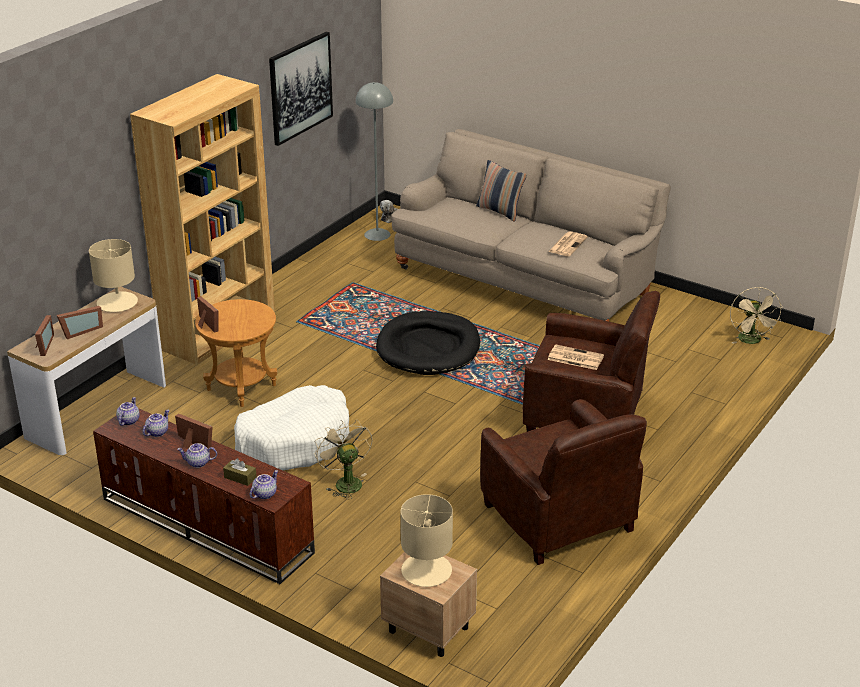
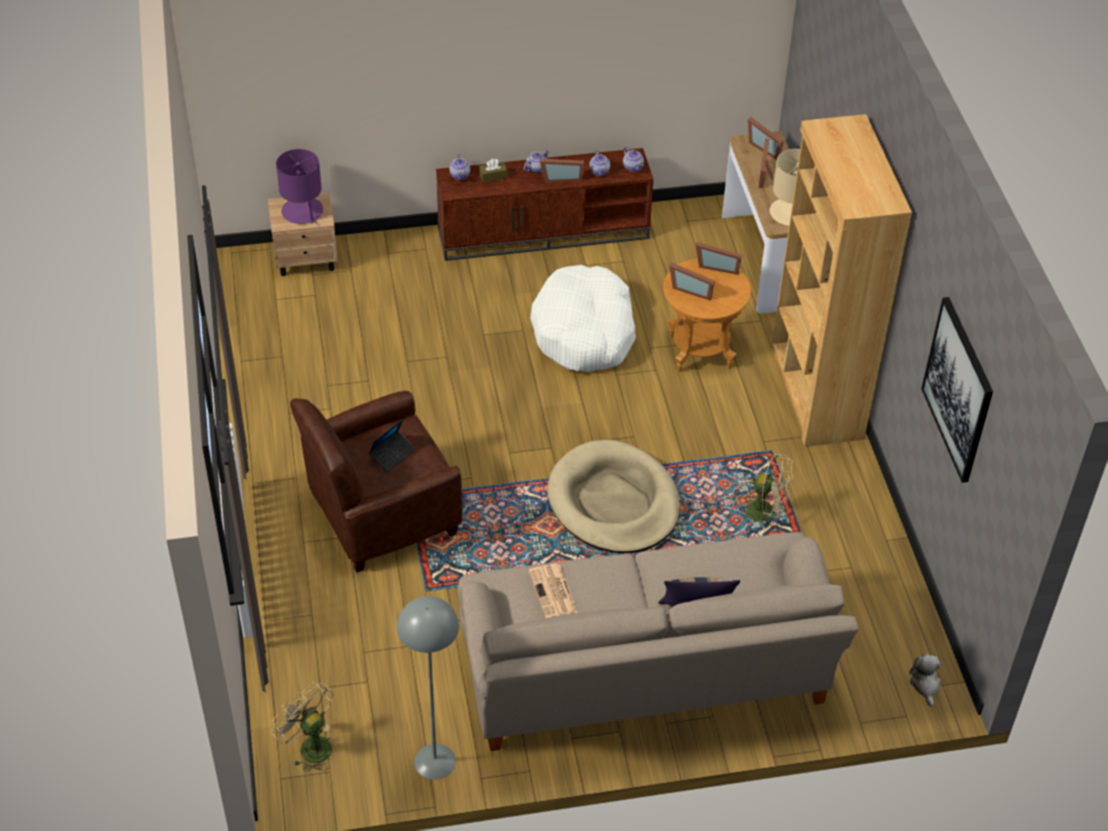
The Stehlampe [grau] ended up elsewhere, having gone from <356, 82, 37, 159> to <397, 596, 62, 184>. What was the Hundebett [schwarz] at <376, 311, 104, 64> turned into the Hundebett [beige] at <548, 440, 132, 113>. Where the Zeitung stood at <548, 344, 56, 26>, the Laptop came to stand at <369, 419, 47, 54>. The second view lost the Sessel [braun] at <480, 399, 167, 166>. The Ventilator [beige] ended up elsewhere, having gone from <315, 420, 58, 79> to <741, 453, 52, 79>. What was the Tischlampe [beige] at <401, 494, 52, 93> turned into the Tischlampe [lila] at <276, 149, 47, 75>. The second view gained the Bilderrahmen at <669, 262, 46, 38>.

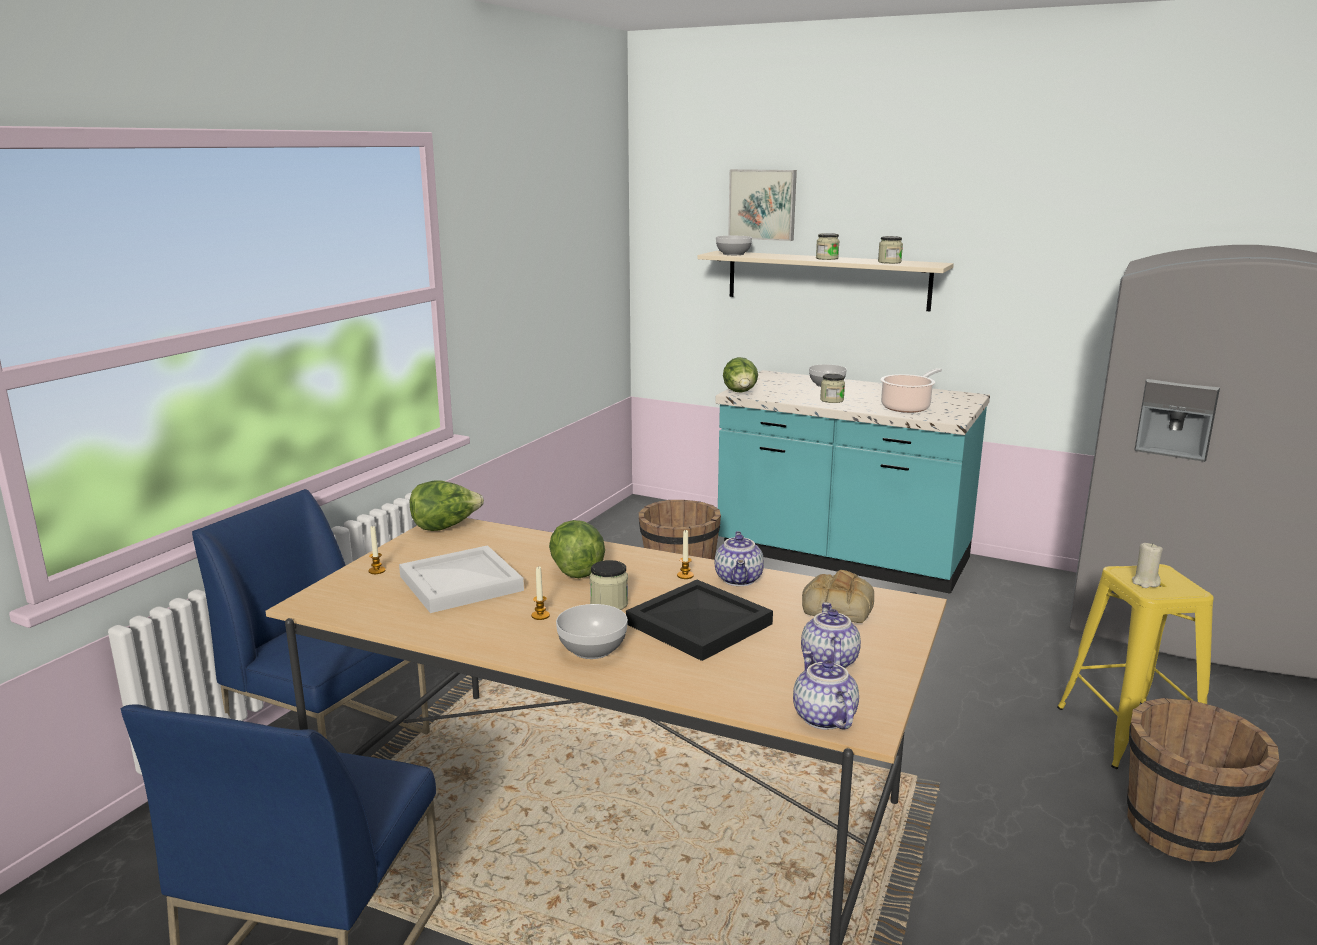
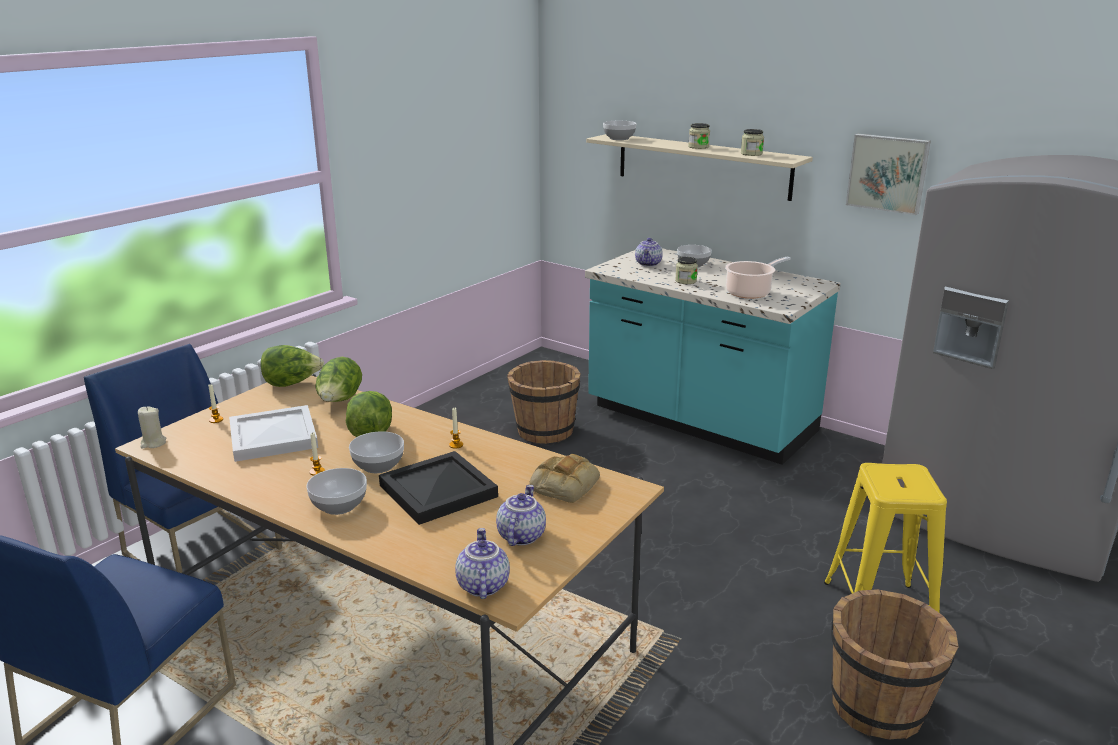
The Bild ended up elsewhere, having gone from <728, 169, 69, 72> to <846, 134, 85, 81>. The Salatkopf ended up elsewhere, having gone from <723, 357, 35, 36> to <315, 357, 47, 45>. The Teekanne ended up elsewhere, having gone from <715, 531, 49, 55> to <635, 238, 28, 29>. The Kerze [beige] ended up elsewhere, having gone from <1132, 542, 31, 46> to <138, 407, 28, 42>. Where the Vorratsglas stood at <589, 560, 39, 50>, the Schüssel came to stand at <349, 431, 55, 42>.

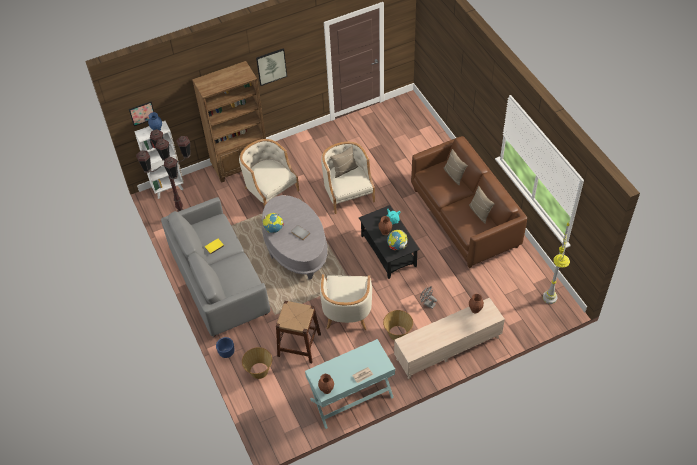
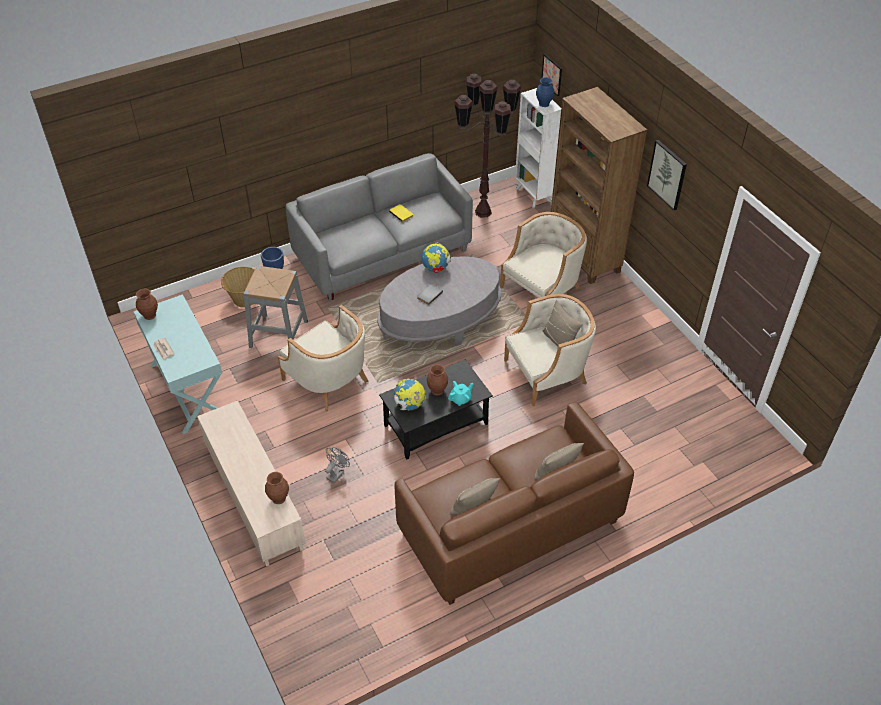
The second view lost the Stehlampe [grau] at <543, 222, 27, 82>. The Sessel [beige] at <320, 274, 52, 56> ended up facing another way, 135 degrees counterclockwise from before. What was the Hocker [braun] at <276, 301, 45, 62> turned into the Hocker [grau] at <243, 266, 65, 82>. The second view lost the Korb at <383, 310, 30, 30>.

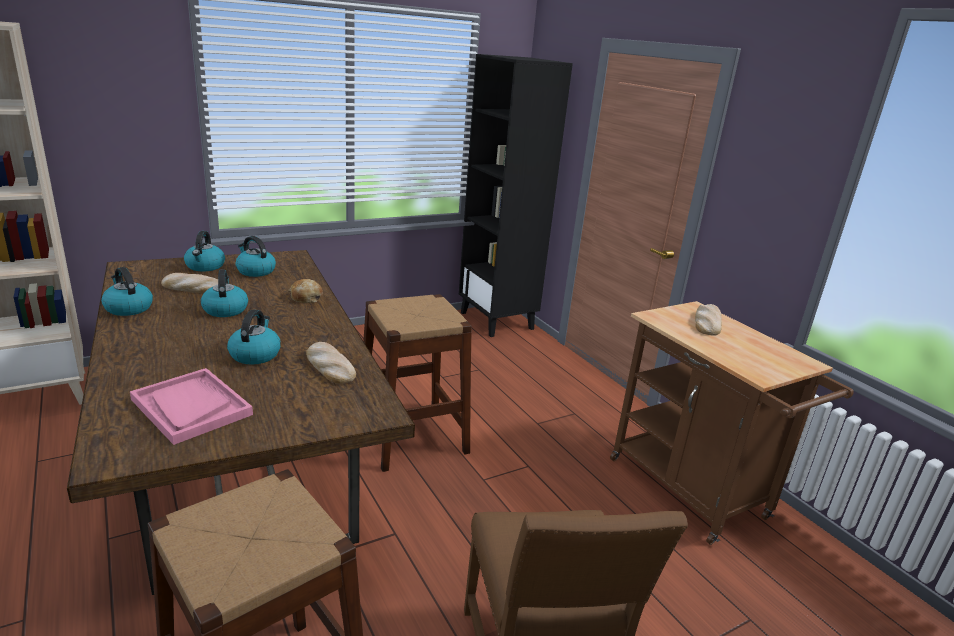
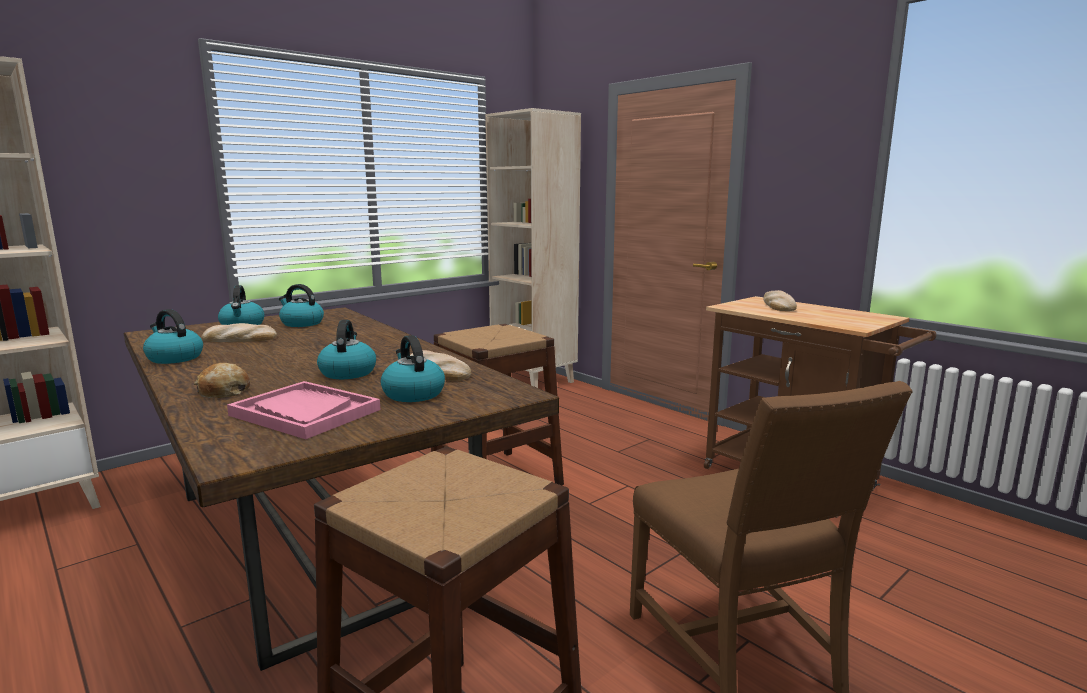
What was the Bücherregal [schwarz] at <459, 54, 114, 283> turned into the Bücherregal [beige] at <485, 108, 96, 280>. The Wasserkessel ended up elsewhere, having gone from <201, 270, 47, 47> to <381, 335, 64, 67>. The Brot ended up elsewhere, having gone from <289, 279, 34, 24> to <194, 363, 56, 35>.

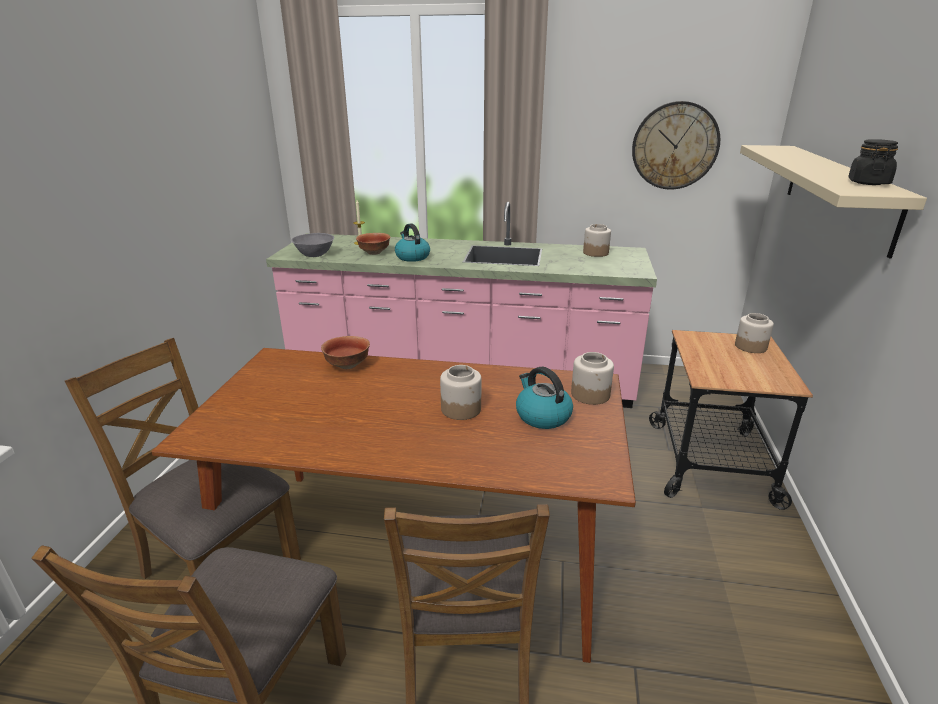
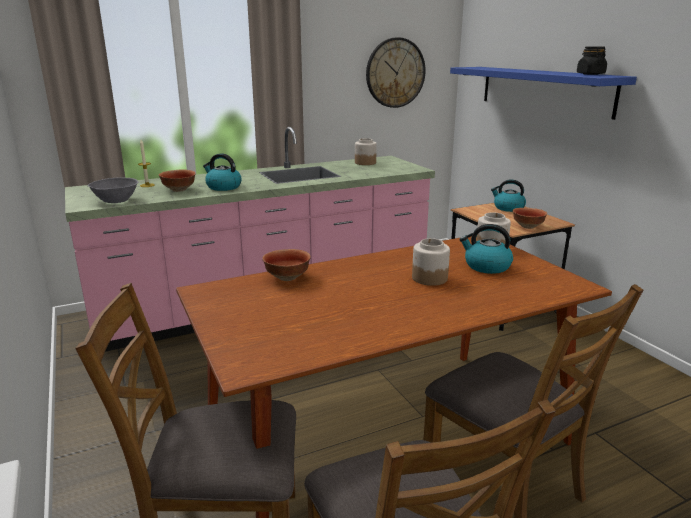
What was the Wandregal [beige] at <740, 145, 187, 113> turned into the Wandregal [blau] at <450, 67, 187, 53>. Where the Vorratsglas stood at <735, 313, 39, 40>, the Wasserkessel came to stand at <491, 179, 35, 33>. The second view gained the Schüssel at <513, 208, 34, 21>.

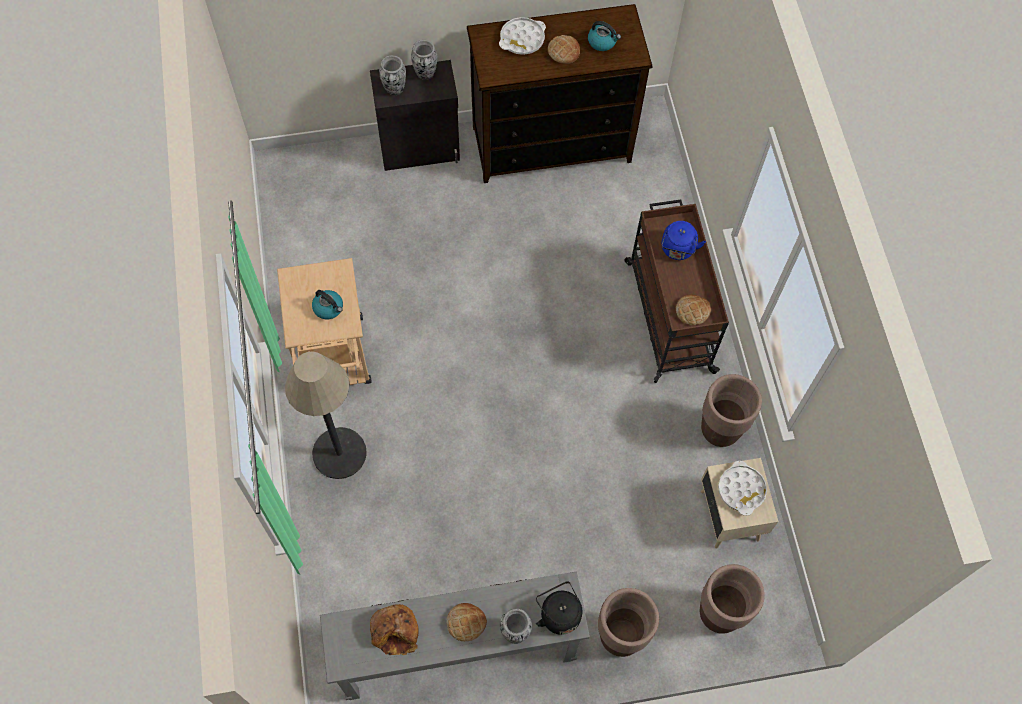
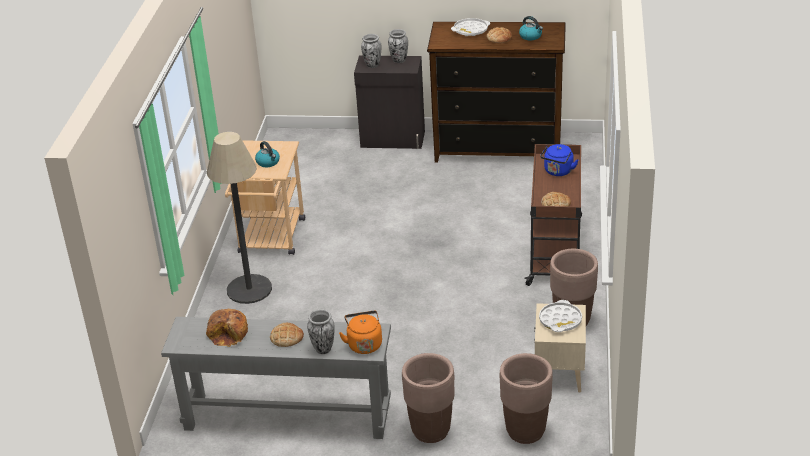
What was the Wasserkessel [schwarz] at <536, 581, 47, 54> turned into the Wasserkessel [orange] at <339, 311, 43, 43>.

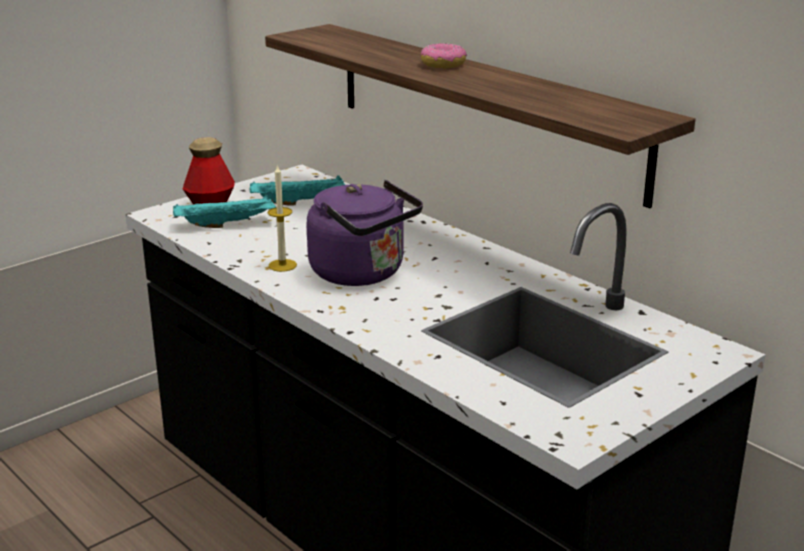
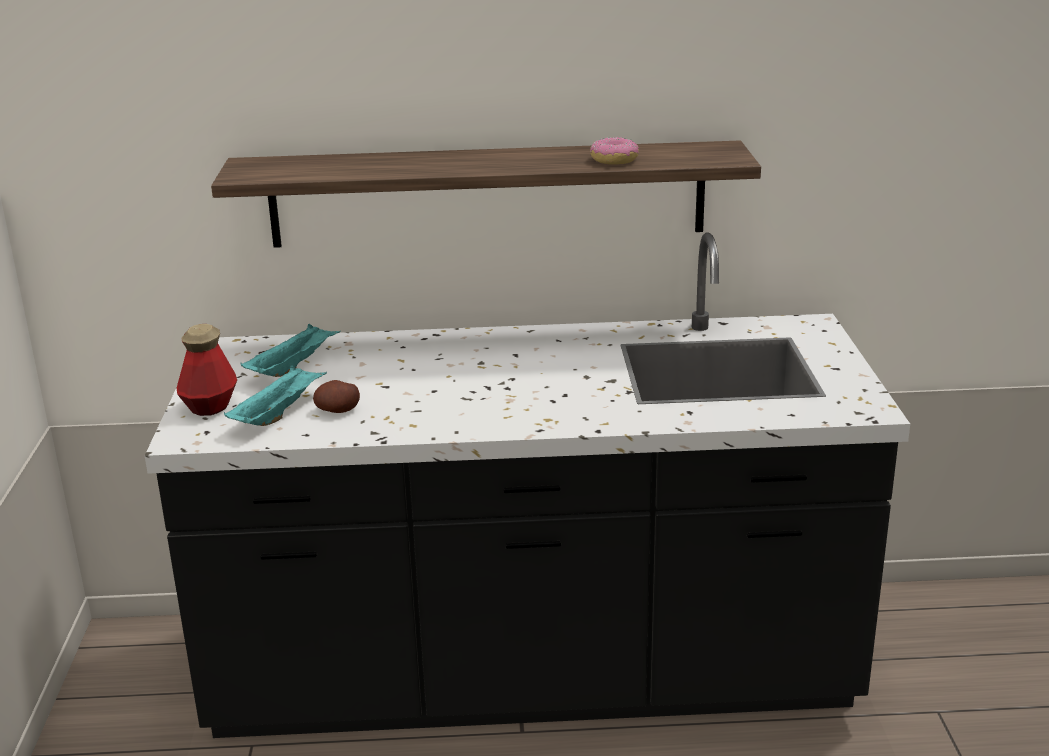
The Donut ended up elsewhere, having gone from <421, 43, 46, 25> to <590, 137, 49, 28>. The second view lost the Kerze at <268, 164, 29, 108>. The second view lost the Wasserkessel [lila] at <306, 180, 117, 106>. The second view gained the Kartoffel at <313, 380, 47, 33>.

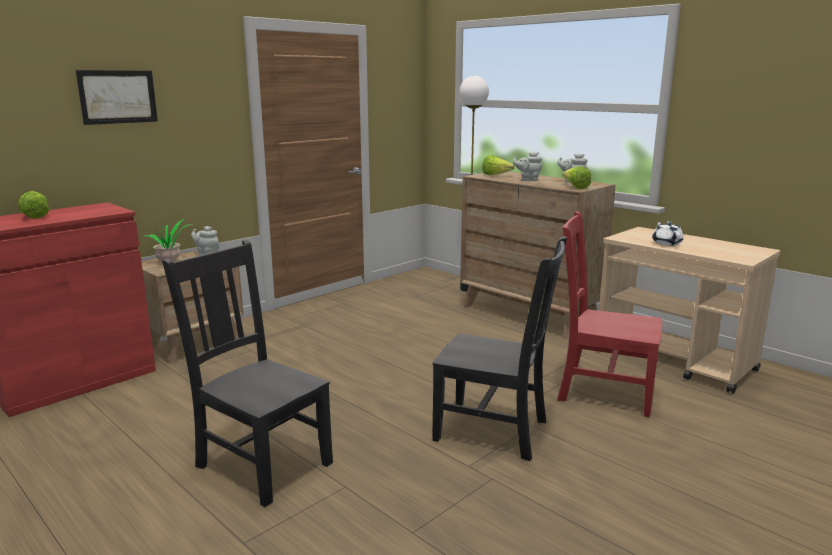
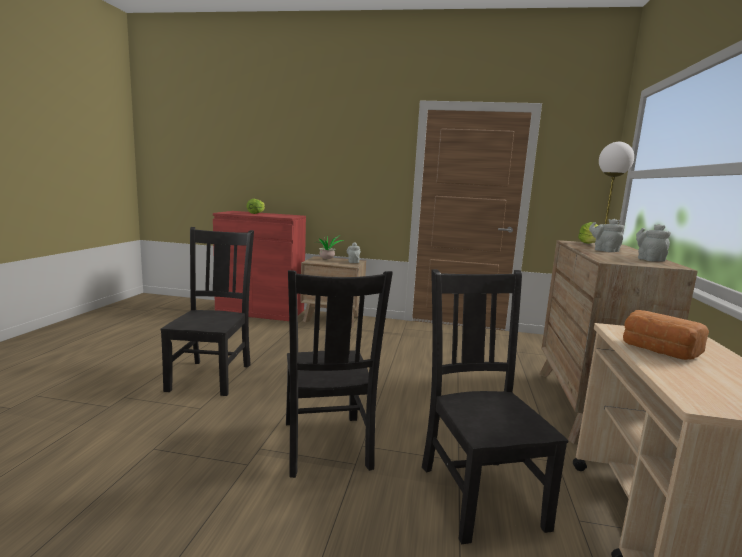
The second view lost the Bild at <76, 70, 82, 55>. The second view lost the Salatkopf at <562, 166, 29, 23>. What was the Stuhl [rot] at <557, 211, 105, 207> turned into the Stuhl [schwarz] at <422, 269, 146, 275>. Where the Teekanne [weiß] stood at <652, 221, 31, 25>, the Brot came to stand at <623, 310, 86, 50>.

